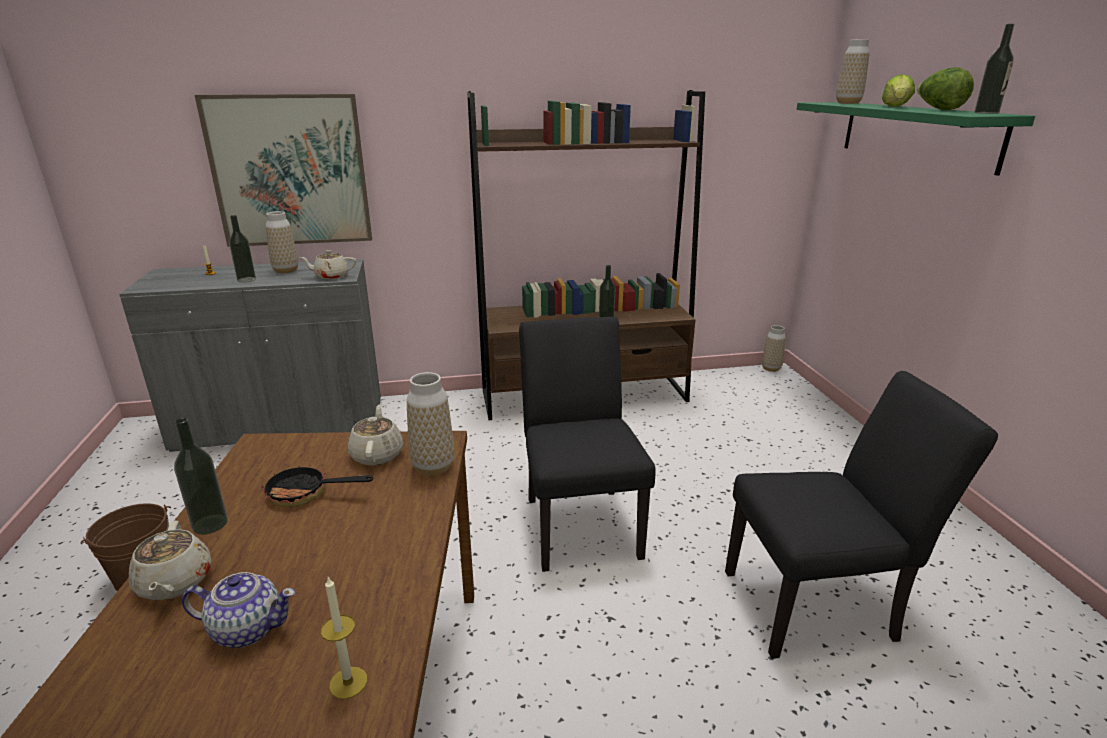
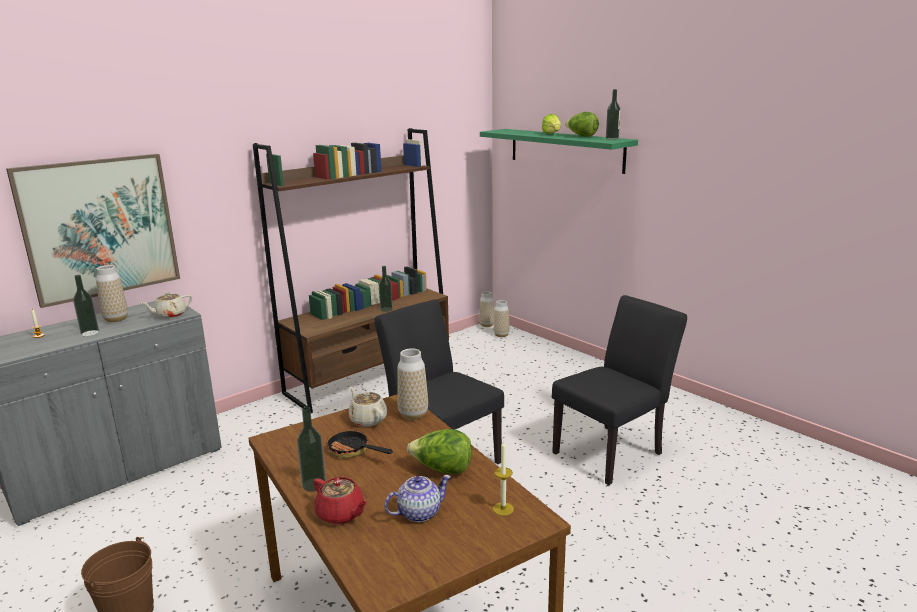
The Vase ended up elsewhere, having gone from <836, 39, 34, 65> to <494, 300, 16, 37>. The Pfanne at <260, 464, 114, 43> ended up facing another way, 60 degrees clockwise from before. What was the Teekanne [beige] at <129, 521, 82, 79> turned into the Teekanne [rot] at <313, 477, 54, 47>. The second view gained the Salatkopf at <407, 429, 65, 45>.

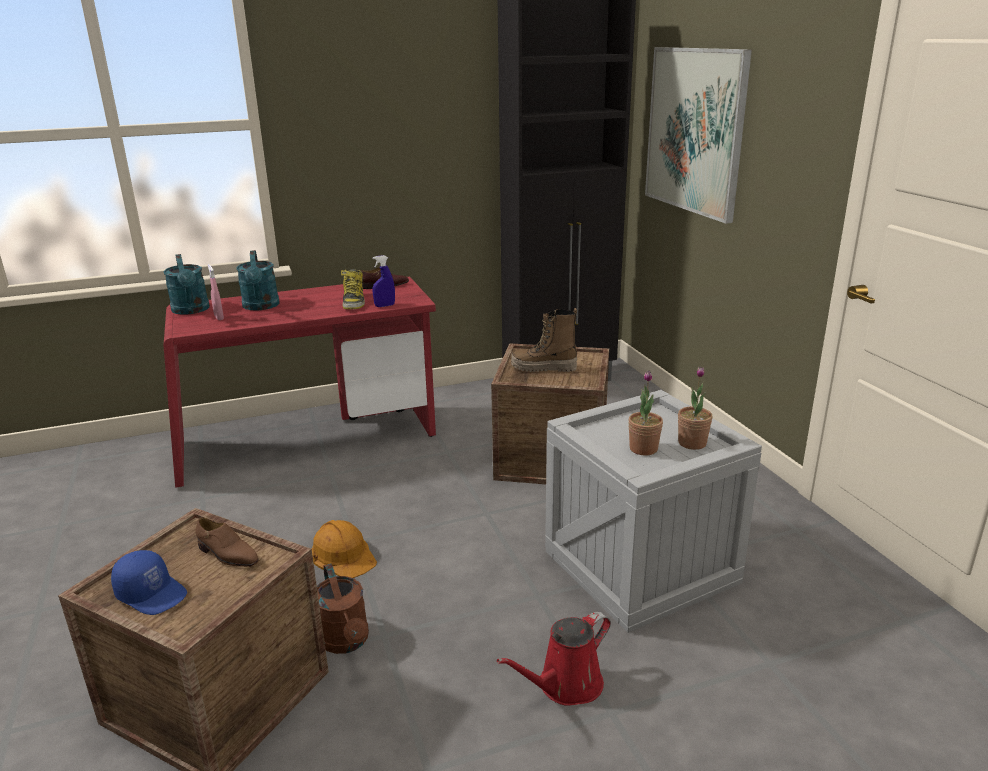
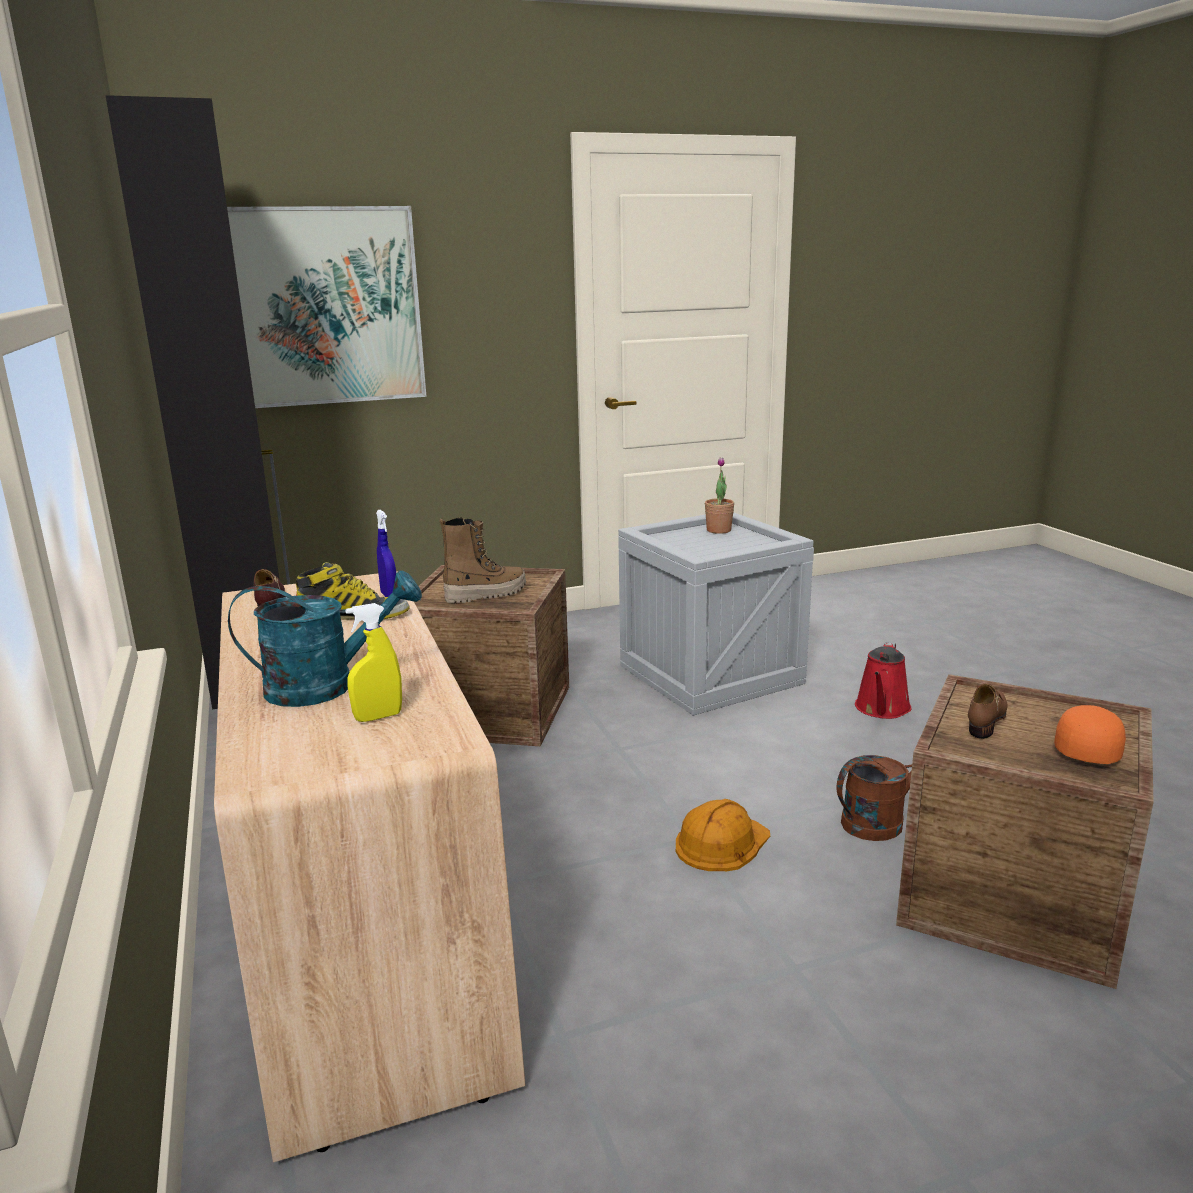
The second view lost the Gießkanne [türkis] at <163, 254, 47, 61>. What was the Sprühflasche [rosa] at <208, 264, 16, 56> turned into the Sprühflasche [gelb] at <345, 603, 57, 119>. What was the Schreibtisch [rot] at <163, 277, 273, 211> turned into the Schreibtisch [beige] at <214, 571, 311, 591>. The Stiefel at <511, 308, 66, 64> ended up facing another way, 120 degrees counterclockwise from before. The second view lost the Topfpflanze at <628, 371, 35, 85>. What was the Kappe [blau] at <111, 550, 76, 65> turned into the Kappe [orange] at <1054, 705, 72, 59>. The Gießkanne [rot] at <497, 612, 114, 94> ended up facing another way, 60 degrees clockwise from before.

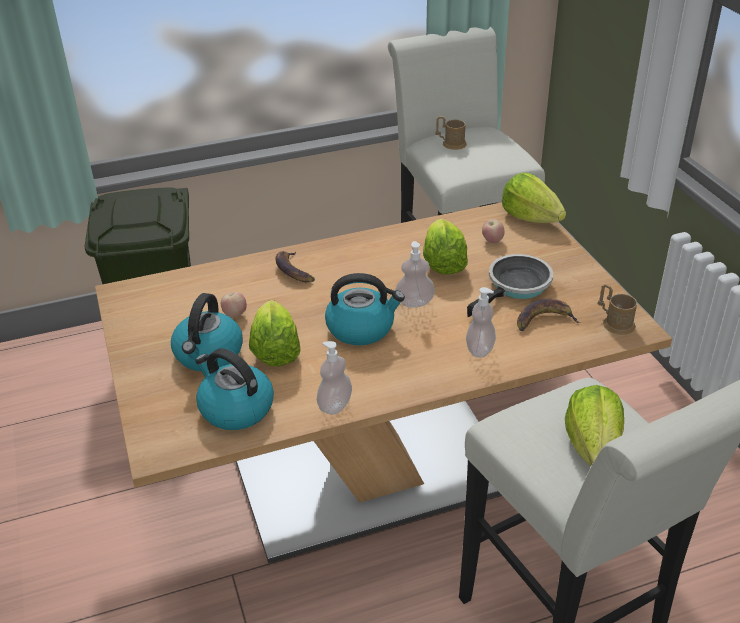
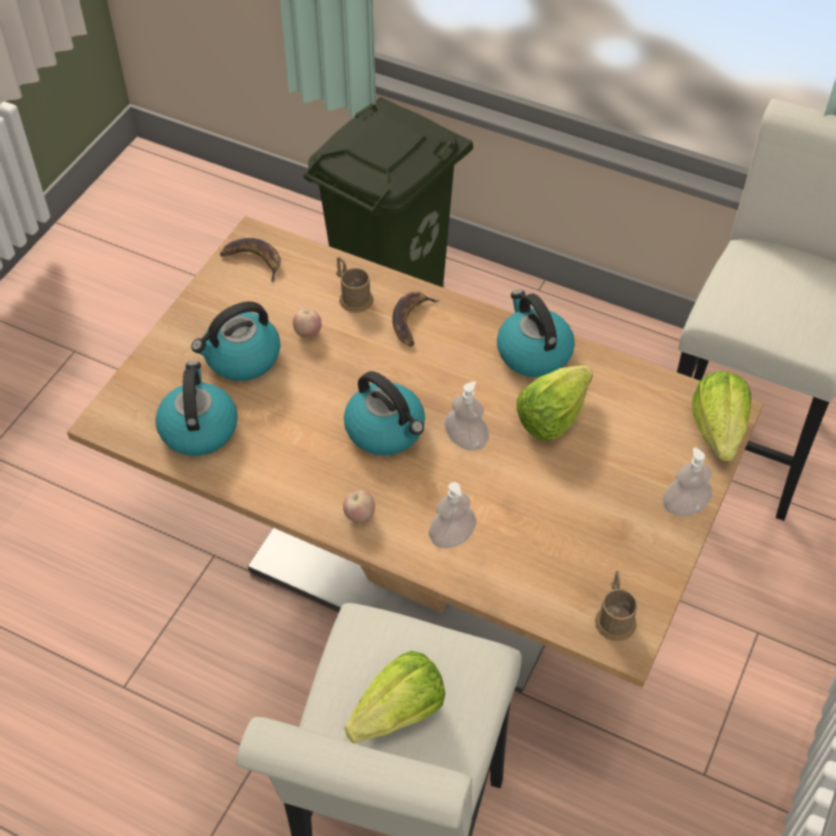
The Henkelbecher [braun] ended up elsewhere, having gone from <435, 116, 32, 34> to <336, 257, 38, 56>. The Apfel ended up elsewhere, having gone from <482, 219, 23, 24> to <343, 490, 32, 33>. The second view lost the Pfanne at <467, 254, 86, 63>. The Banane ended up elsewhere, having gone from <517, 299, 63, 32> to <220, 238, 61, 45>. The second view lost the Salatkopf at <249, 300, 51, 67>. The Seifenspender ended up elsewhere, having gone from <317, 341, 35, 74> to <663, 448, 49, 68>. The second view gained the Wasserkessel at <497, 290, 78, 87>.

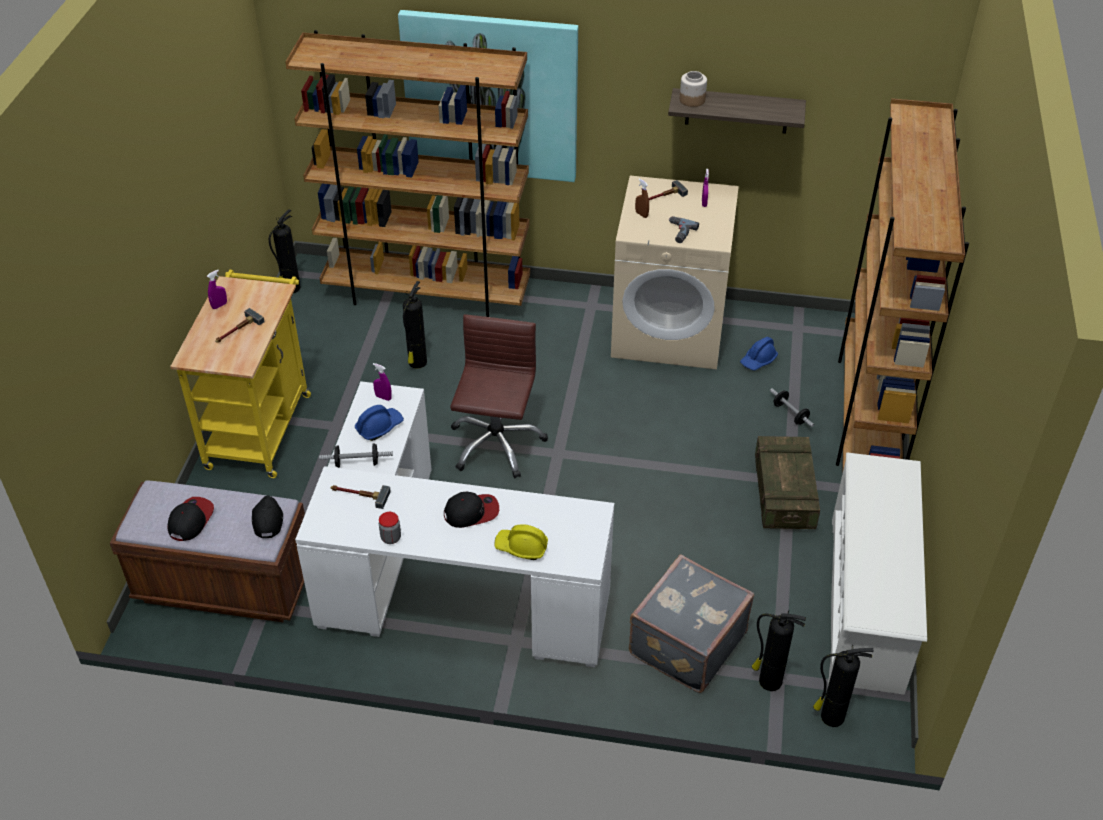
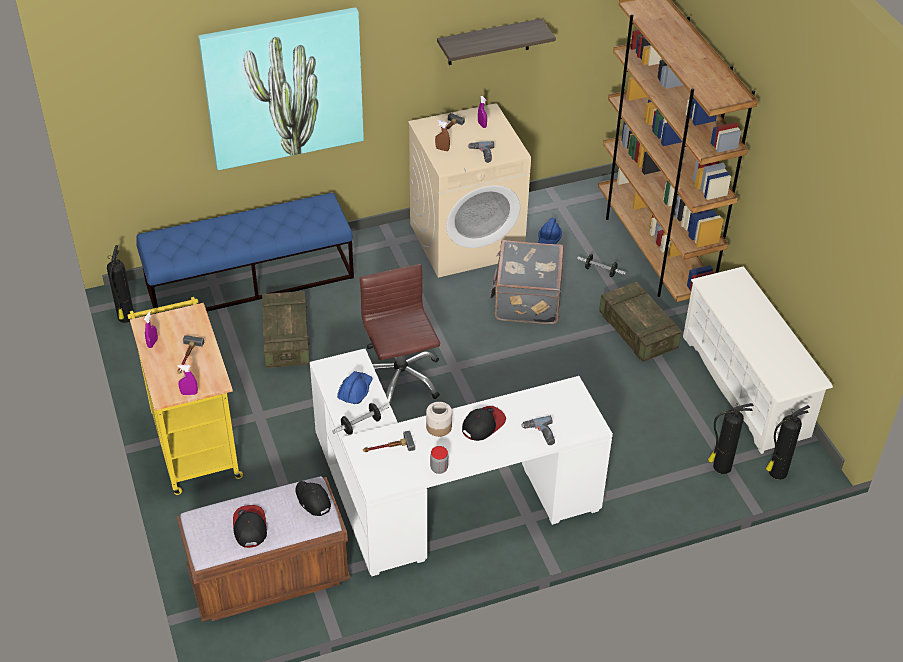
Where the Bücherregal [braun] stood at <285, 30, 245, 287>, the Bank [blau] came to stand at <136, 193, 218, 121>. The Vorratsglas ended up elsewhere, having gone from <680, 71, 27, 36> to <426, 402, 26, 35>. Where the Feuerlöscher stood at <403, 281, 24, 88>, the Kiste came to stand at <262, 291, 48, 77>. The Sprühflasche [lila] ended up elsewhere, having gone from <373, 363, 19, 38> to <177, 365, 21, 30>. Where the Schutzhelm [gelb] stood at <494, 524, 54, 36>, the Bohrmaschine came to stand at <521, 416, 34, 29>. The Koffer [grau] ended up elsewhere, having gone from <629, 554, 125, 139> to <490, 240, 74, 84>.

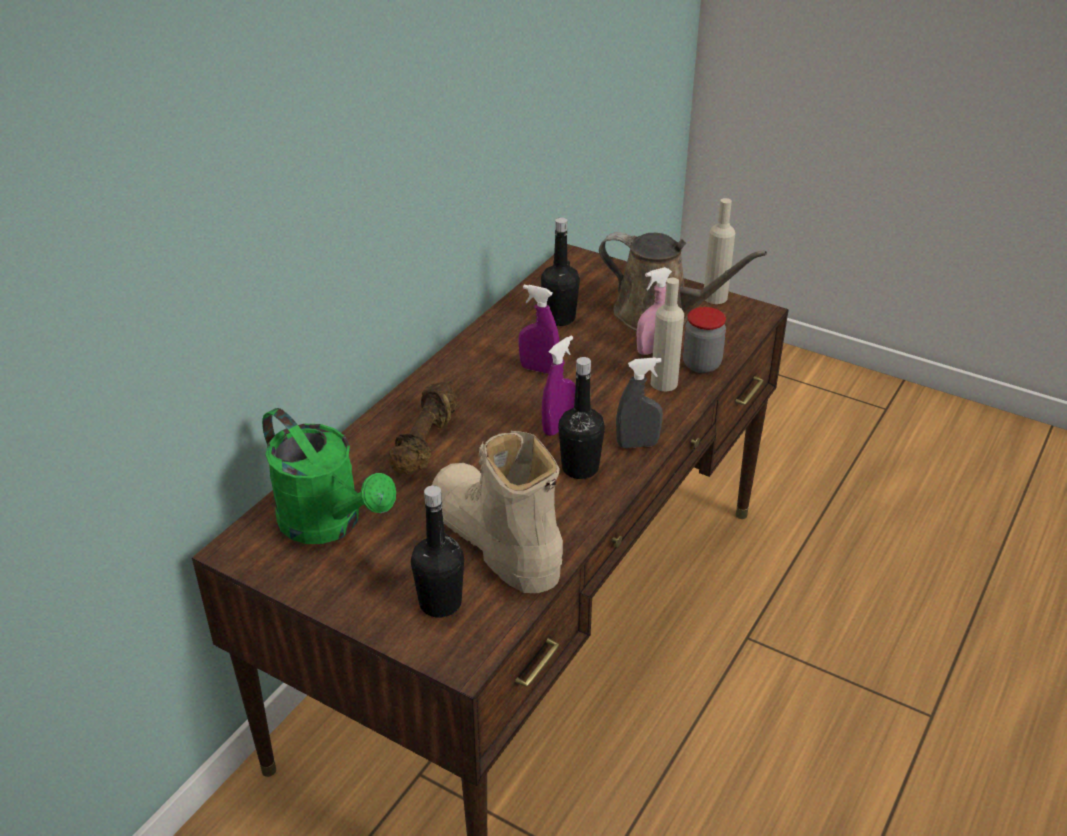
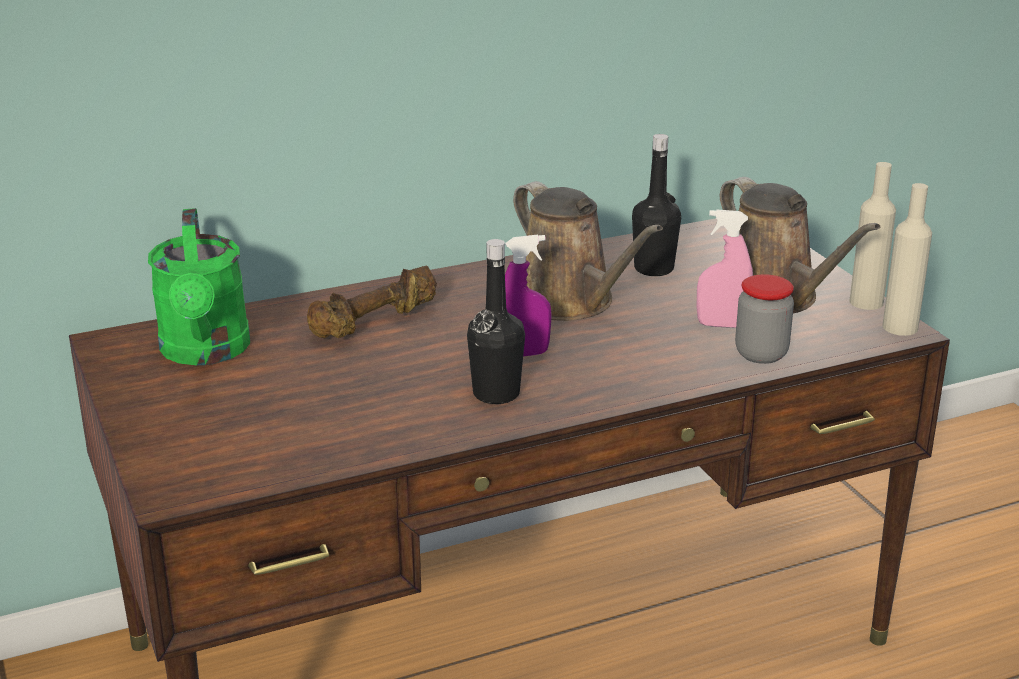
The Flasche [beige] ended up elsewhere, having gone from <651, 278, 33, 113> to <882, 183, 50, 153>. Where the Sprühflasche [lila] stood at <518, 285, 41, 89>, the Gießkanne [braun] came to stand at <513, 181, 150, 140>. The second view lost the Sprühflasche [grau] at <616, 357, 47, 91>. The second view lost the Stiefel [beige] at <432, 431, 131, 162>. The second view lost the Flasche [schwarz] at <411, 485, 53, 133>.

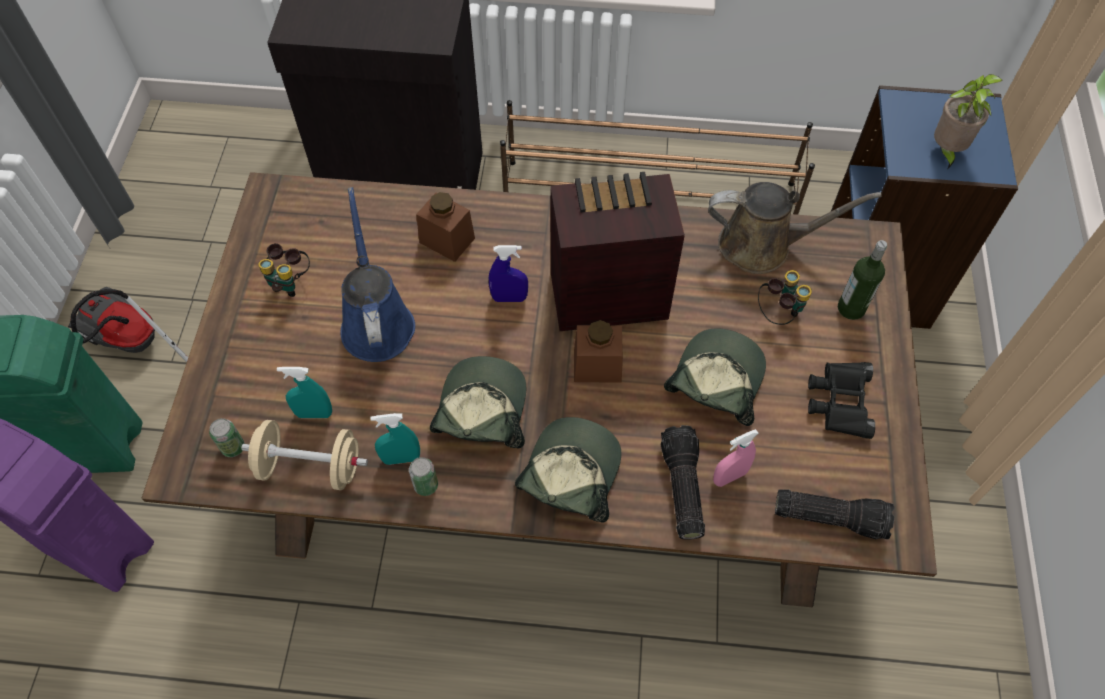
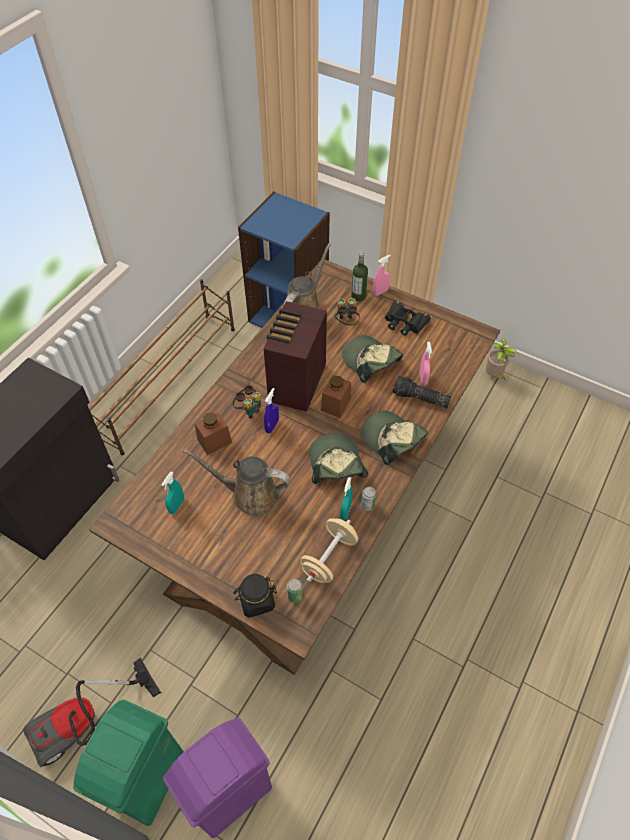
The Topfpflanze ended up elsewhere, having gone from <934, 74, 68, 96> to <486, 338, 30, 42>. What was the Gießkanne [blau] at <340, 187, 75, 175> turned into the Gießkanne [braun] at <183, 449, 107, 67>. The Fernglas ended up elsewhere, having gone from <258, 243, 52, 54> to <233, 385, 28, 34>. The Kappe at <430, 356, 96, 92> ended up facing another way, 45 degrees clockwise from before. The Sprühflasche [türkis] ended up elsewhere, having gone from <277, 367, 55, 51> to <161, 472, 23, 42>. The second view lost the Taschenlampe at <775, 490, 120, 49>. The second view gained the Sprühflasche [rosa] at <373, 255, 18, 41>. The second view gained the Vorratsglas [schwarz] at <233, 574, 44, 44>.

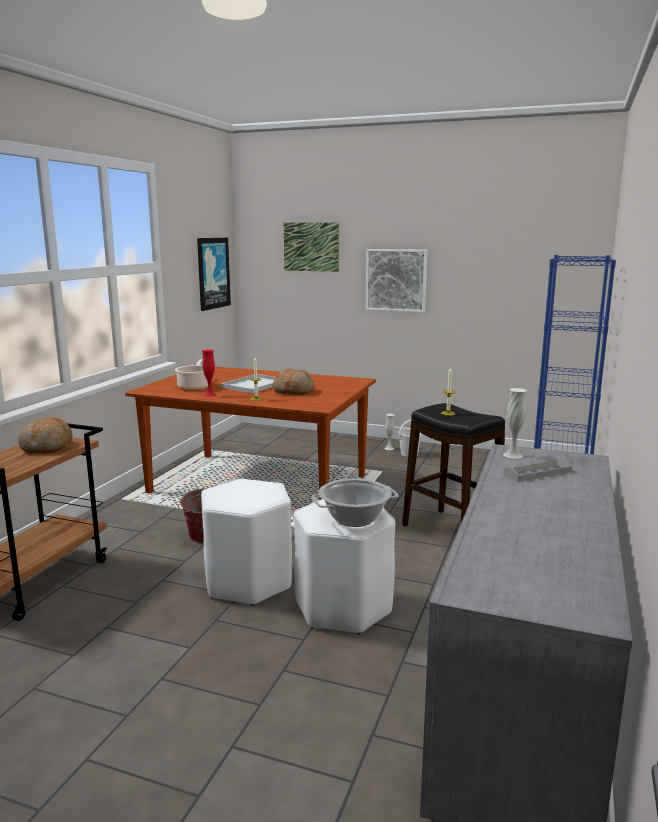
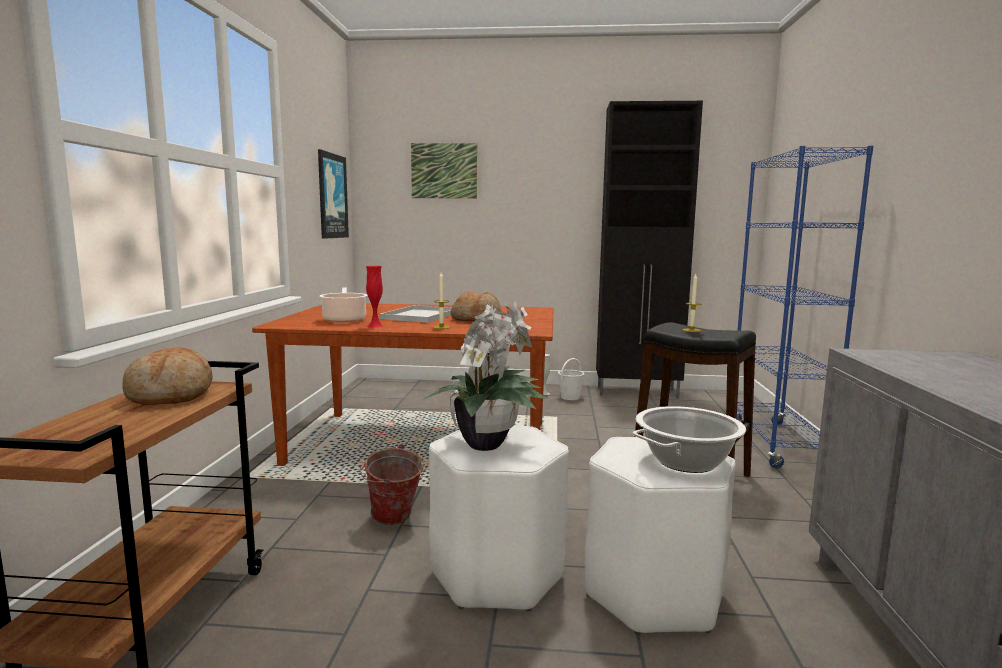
The second view lost the Bild at <366, 249, 61, 64>. The second view lost the Vase [weiß] at <503, 388, 24, 71>. The second view lost the Tablett [grau] at <503, 458, 69, 24>. The second view gained the Schrank [schwarz] at <596, 101, 107, 298>. The second view gained the Topfpflanze at <422, 302, 125, 149>.

